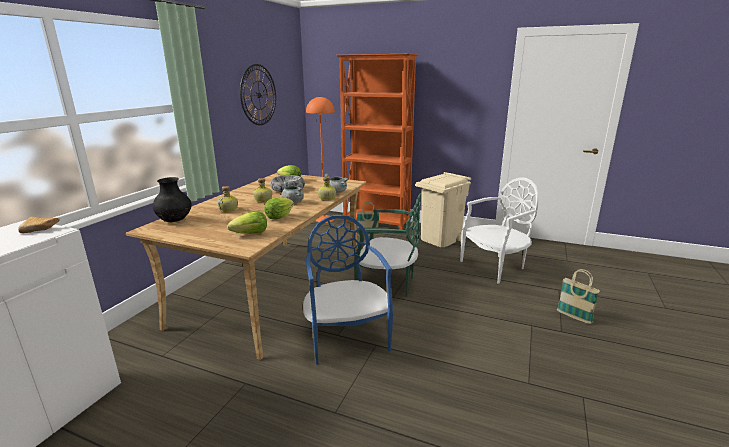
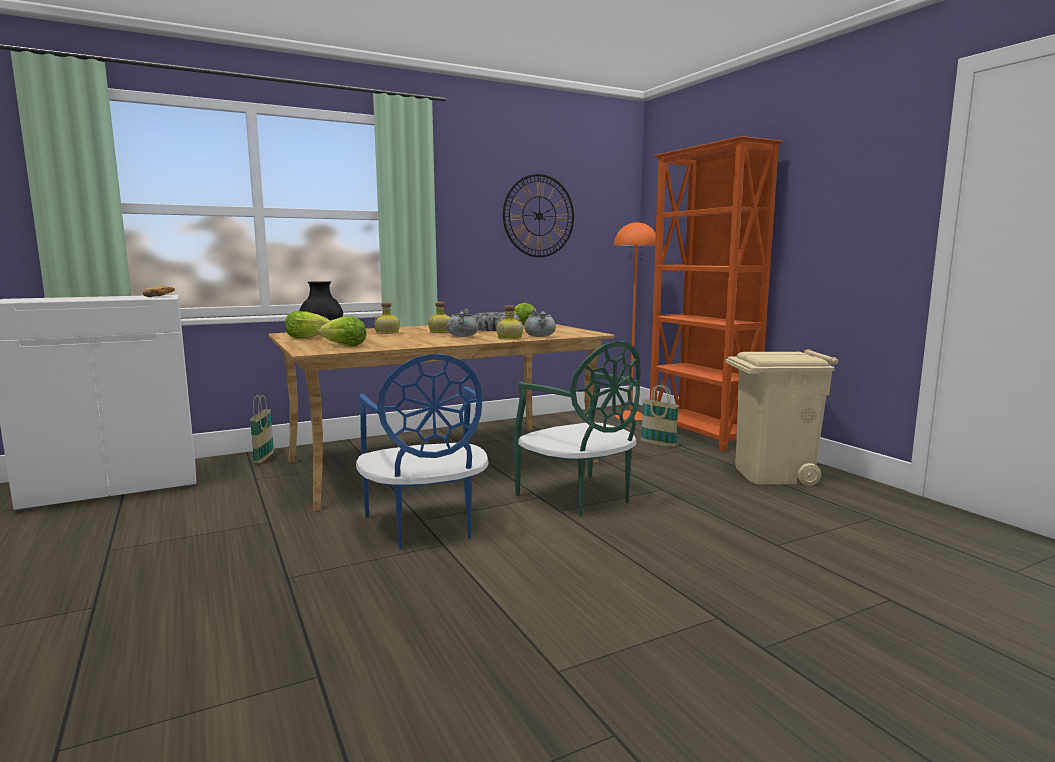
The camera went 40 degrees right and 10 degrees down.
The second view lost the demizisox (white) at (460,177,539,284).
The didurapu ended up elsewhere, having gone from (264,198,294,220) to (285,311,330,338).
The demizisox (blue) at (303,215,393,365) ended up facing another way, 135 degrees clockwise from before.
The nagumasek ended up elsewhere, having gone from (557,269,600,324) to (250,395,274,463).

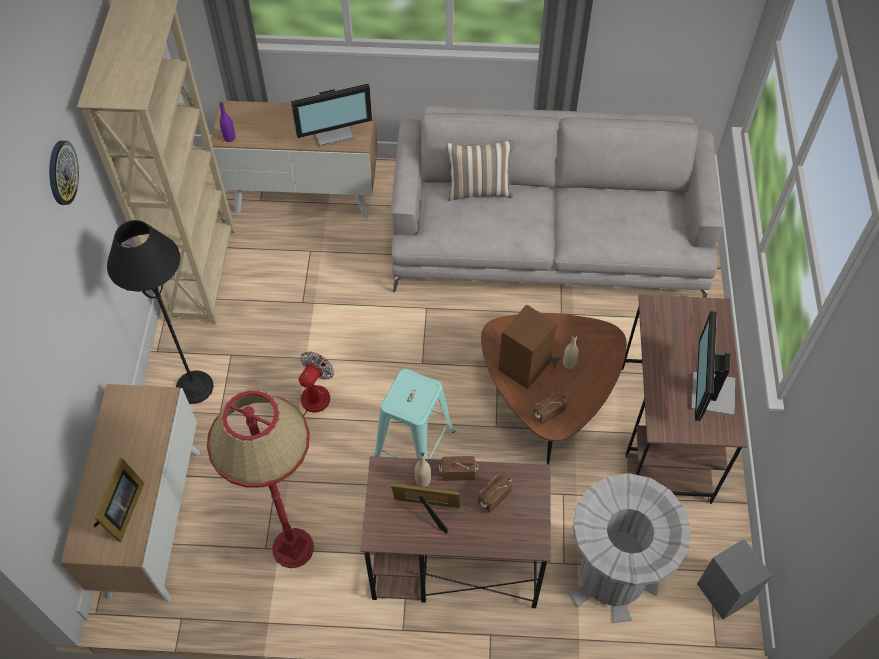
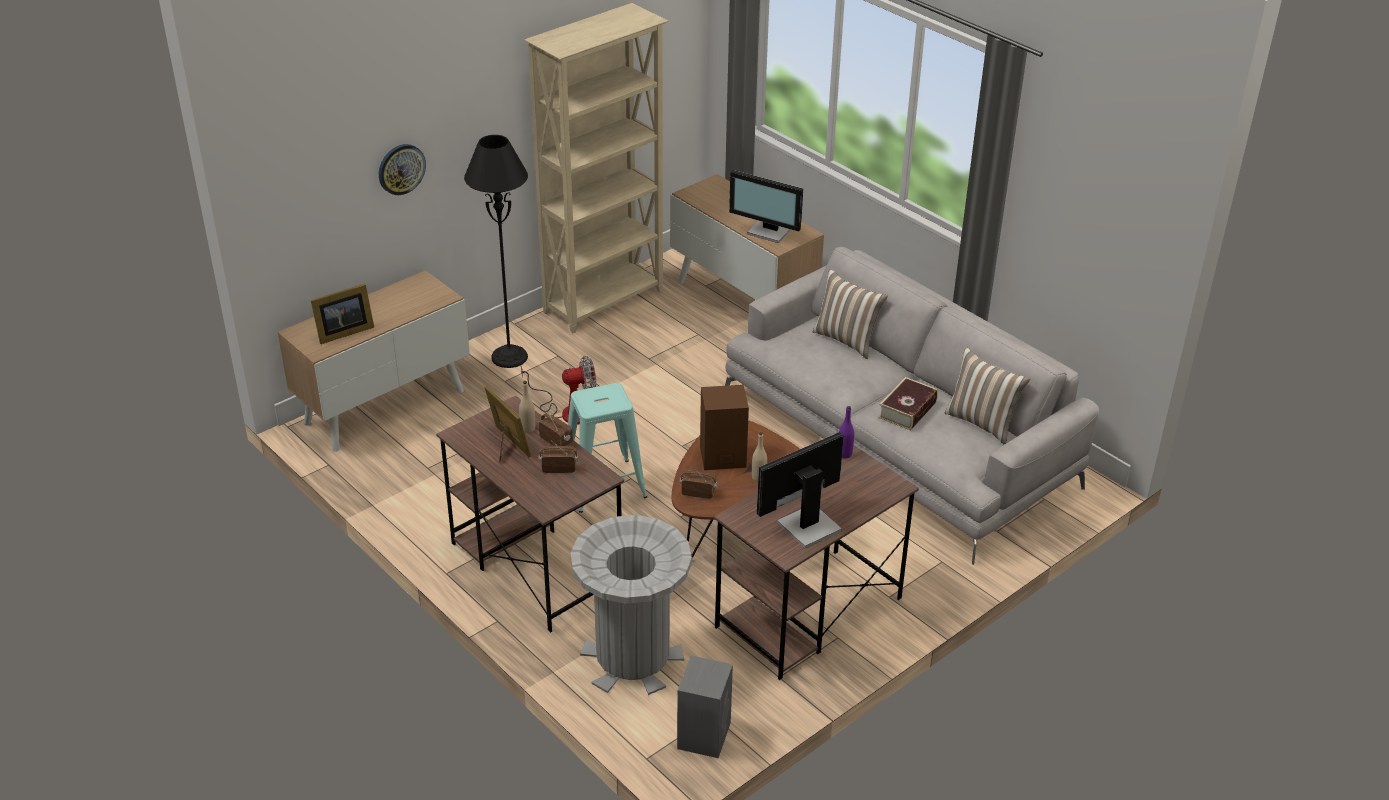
The camera went 45 degrees right and 20 degrees down.
The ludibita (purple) ended up elsewhere, having gone from (219,102,235,142) to (839,406,854,458).
The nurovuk ended up elsewhere, having gone from (49,141,79,205) to (379,144,426,195).
The second view lost the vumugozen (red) at (207,390,314,568).
The second view gained the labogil at (945,347,1030,445).
The second view gained the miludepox at (878,377,938,430).

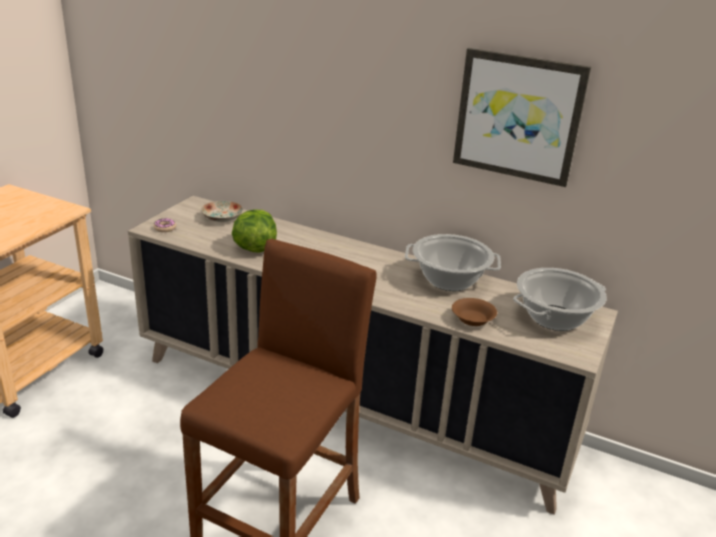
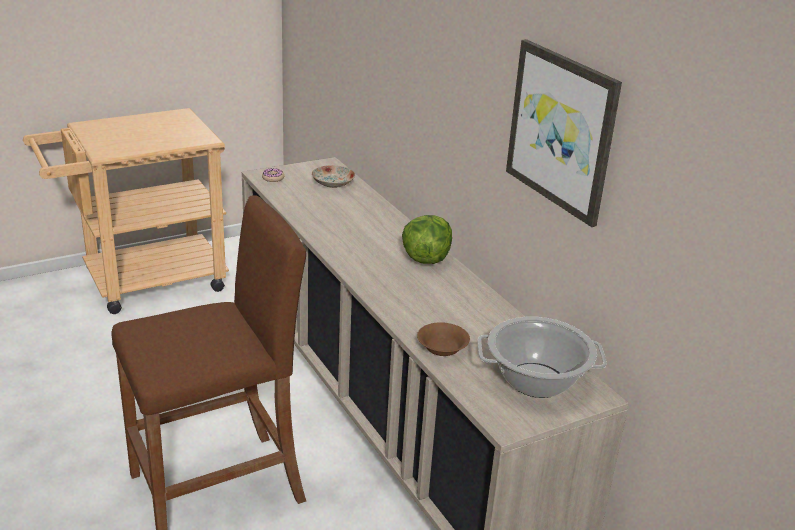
The camera went 35 degrees right and 0 degrees up.
The didurapu ended up elsewhere, having gone from (232,209,277,253) to (402,215,452,264).
The second view lost the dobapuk at (405,234,501,291).

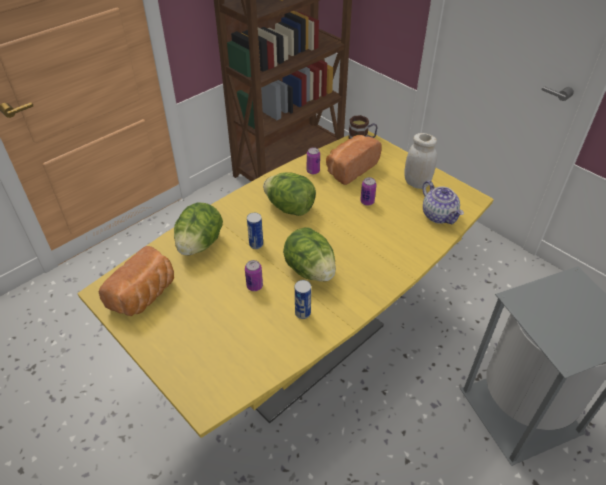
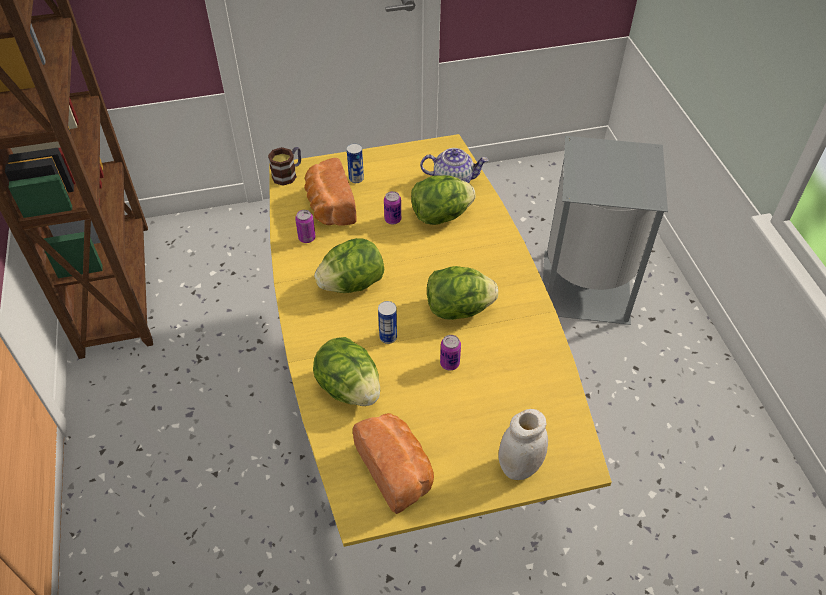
The camera went 60 degrees left and 5 degrees up.
The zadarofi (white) ended up elsewhere, having gone from (404,133,437,189) to (499,409,548,480).
The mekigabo ended up elsewhere, having gone from (295,280,311,319) to (347,143,364,183).
The second view gained the didurapu at (411,175,476,225).

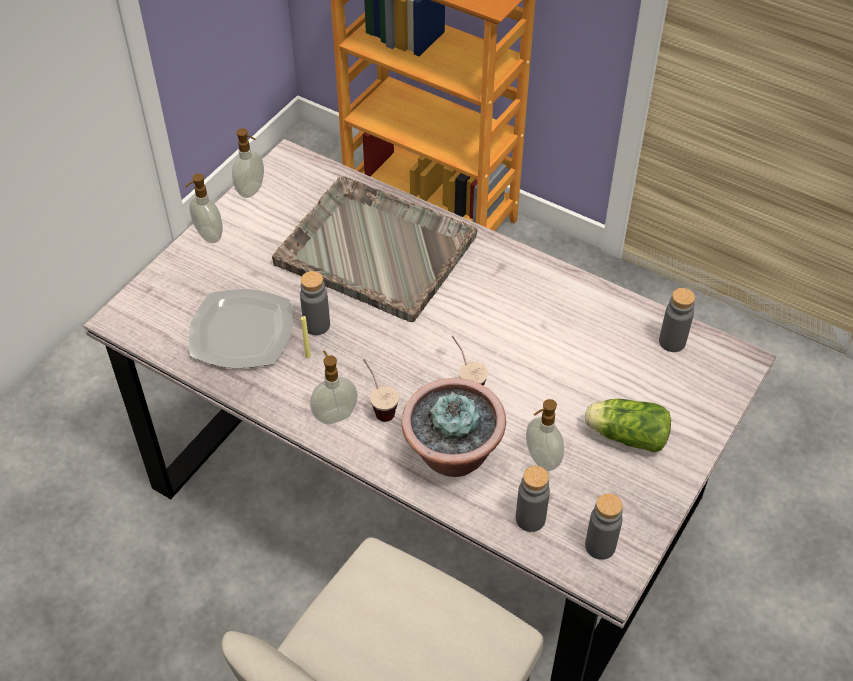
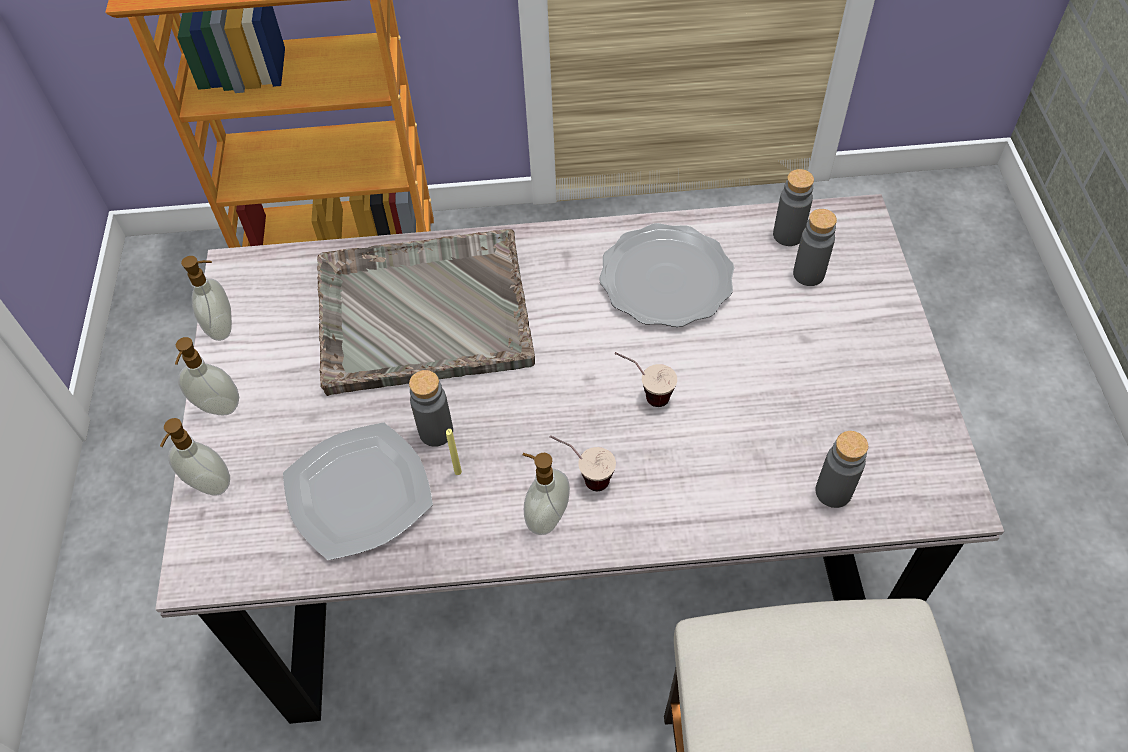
The camera went 35 degrees left and 5 degrees up.
The second view lost the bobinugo at (402,378,506,477).
The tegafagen ended up elsewhere, having gone from (526,399,564,471) to (160,418,230,496).
The second view lost the didurapu at (585,399,671,453).
The ludibita (grey) ended up elsewhere, having gone from (585,493,623,560) to (793,209,837,286).
The second view gained the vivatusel at (599,223,734,327).

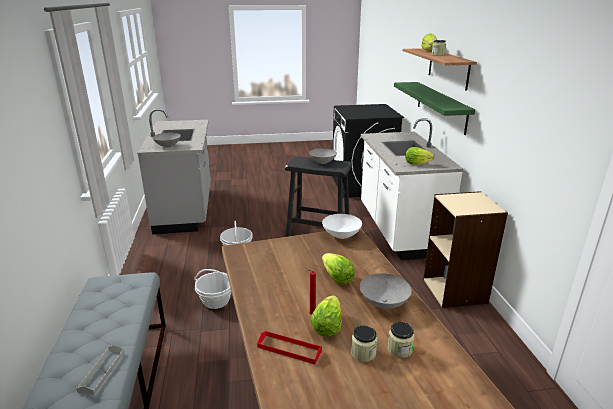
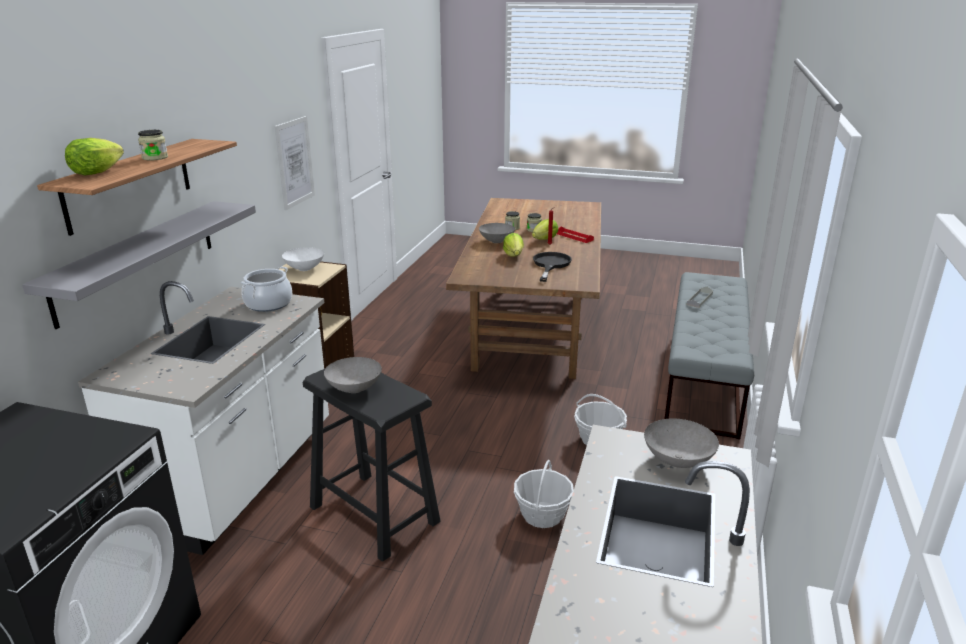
The camera went 155 degrees left and 0 degrees up.
What was the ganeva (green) at (394,82,475,135) turned into the ganeva (grey) at (22,201,256,329).
Where the didurapu stood at (405,147,434,165), the dobapuk came to stand at (241,267,292,312).
The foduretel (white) ended up elsewhere, having gone from (322,214,362,239) to (282,247,324,271).
The second view gained the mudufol at (274,116,315,210).
The second view gained the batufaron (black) at (533,252,572,282).

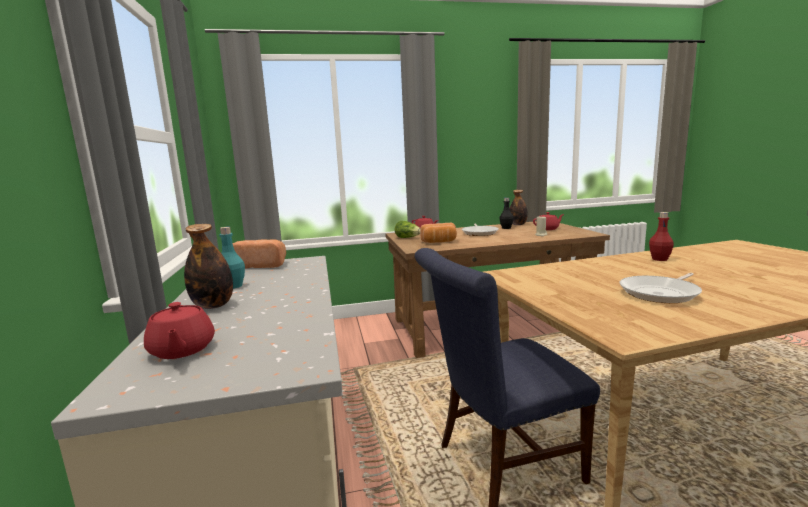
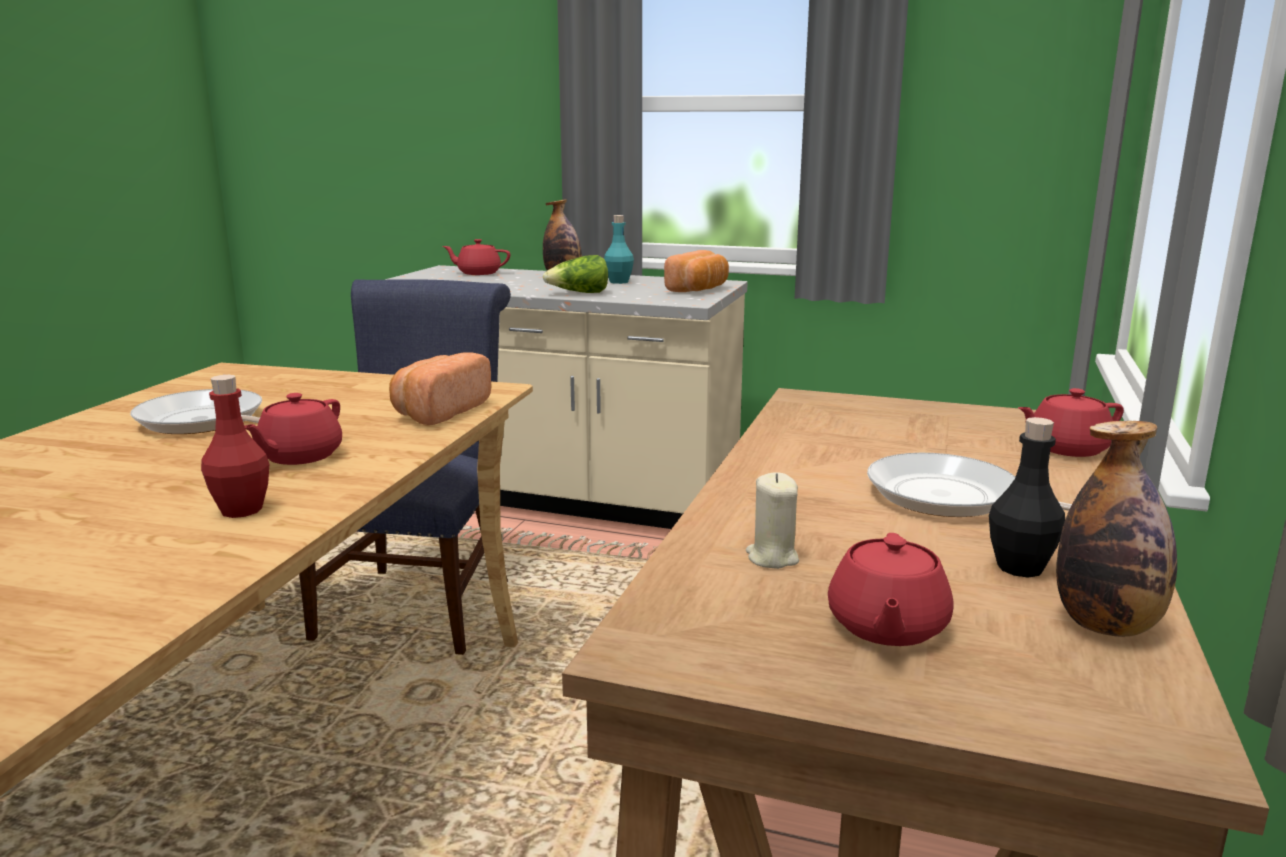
The camera went 120 degrees right and 5 degrees up.
The didurapu ended up elsewhere, having gone from (395,221,420,238) to (543,255,608,293).
The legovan ended up elsewhere, having gone from (420,223,457,243) to (389,352,491,425).
The batufaron at (620,273,702,303) ended up facing another way, 60 degrees counterclockwise from before.
The second view gained the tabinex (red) at (245,393,342,465).

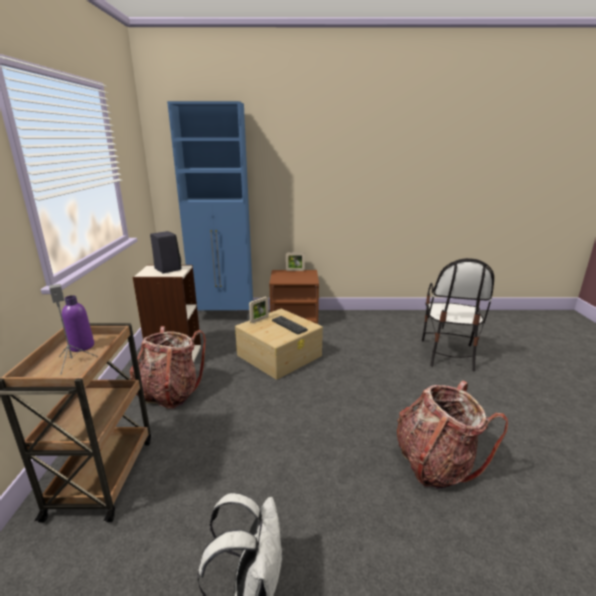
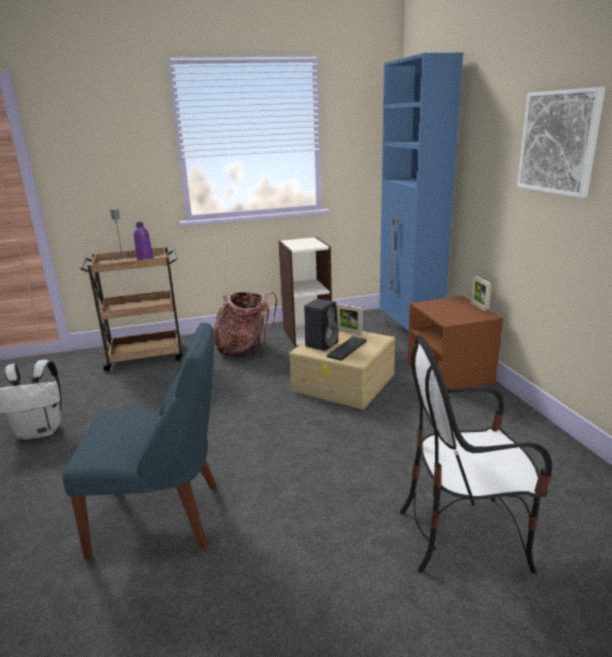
The camera went 75 degrees right and 0 degrees up.
The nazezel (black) ended up elsewhere, having gone from (150,231,181,273) to (304,299,339,351).
Where the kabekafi stood at (397,381,508,489), the demizisox (blue) came to stand at (62,322,217,559).
The second view gained the mudufol at (517,87,605,198).

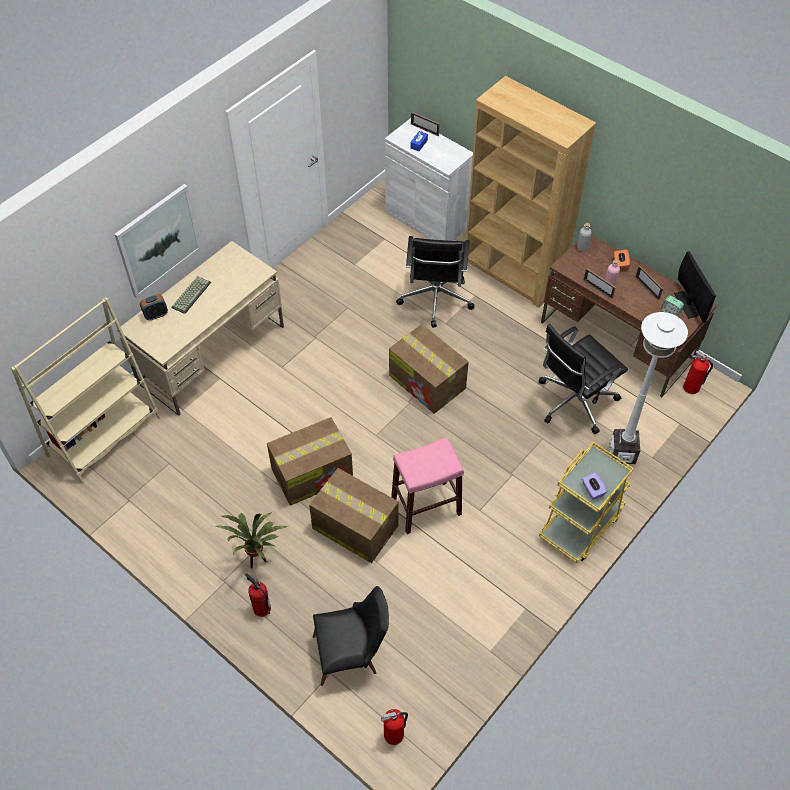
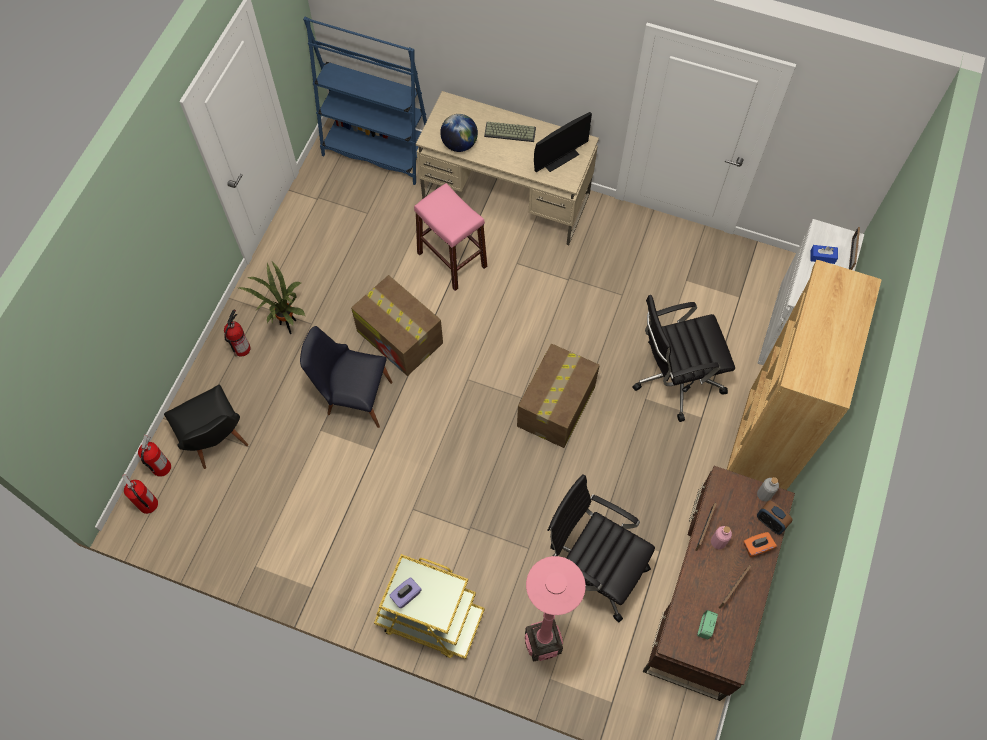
The camera went 70 degrees right and 10 degrees up.
The second view lost the mudufol at (114,184,201,298).
The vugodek ended up elsewhere, having gone from (674,251,716,323) to (534,112,592,172).
The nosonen ended up elsewhere, having gone from (140,294,168,321) to (757,501,793,535).
What was the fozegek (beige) at (11,298,161,483) turned into the fozegek (blue) at (303,17,427,185).
What was the vumugozen (white) at (609,312,688,464) turned into the vumugozen (pink) at (525,556,586,662).
The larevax ended up elsewhere, having gone from (683,351,713,394) to (138,435,171,477).
The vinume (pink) ended up elsewhere, having gone from (391,437,464,534) to (414,183,487,291).
Where the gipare stood at (309,468,399,563), the demizisox (black) came to stand at (300,326,393,428).
The second view gained the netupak at (440,114,478,152).

